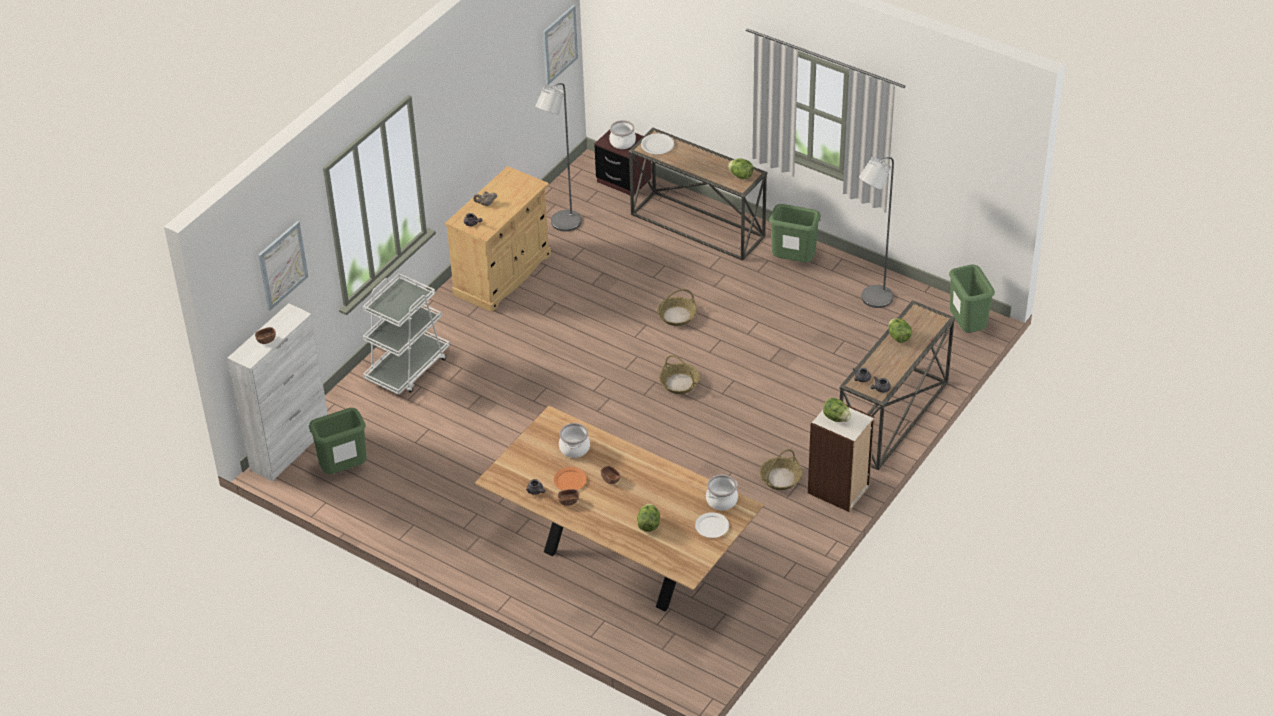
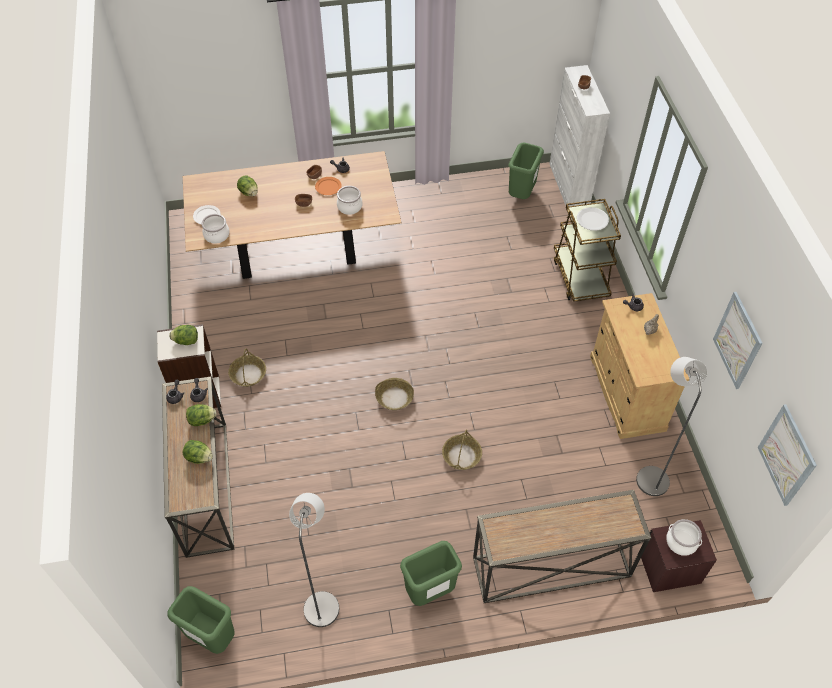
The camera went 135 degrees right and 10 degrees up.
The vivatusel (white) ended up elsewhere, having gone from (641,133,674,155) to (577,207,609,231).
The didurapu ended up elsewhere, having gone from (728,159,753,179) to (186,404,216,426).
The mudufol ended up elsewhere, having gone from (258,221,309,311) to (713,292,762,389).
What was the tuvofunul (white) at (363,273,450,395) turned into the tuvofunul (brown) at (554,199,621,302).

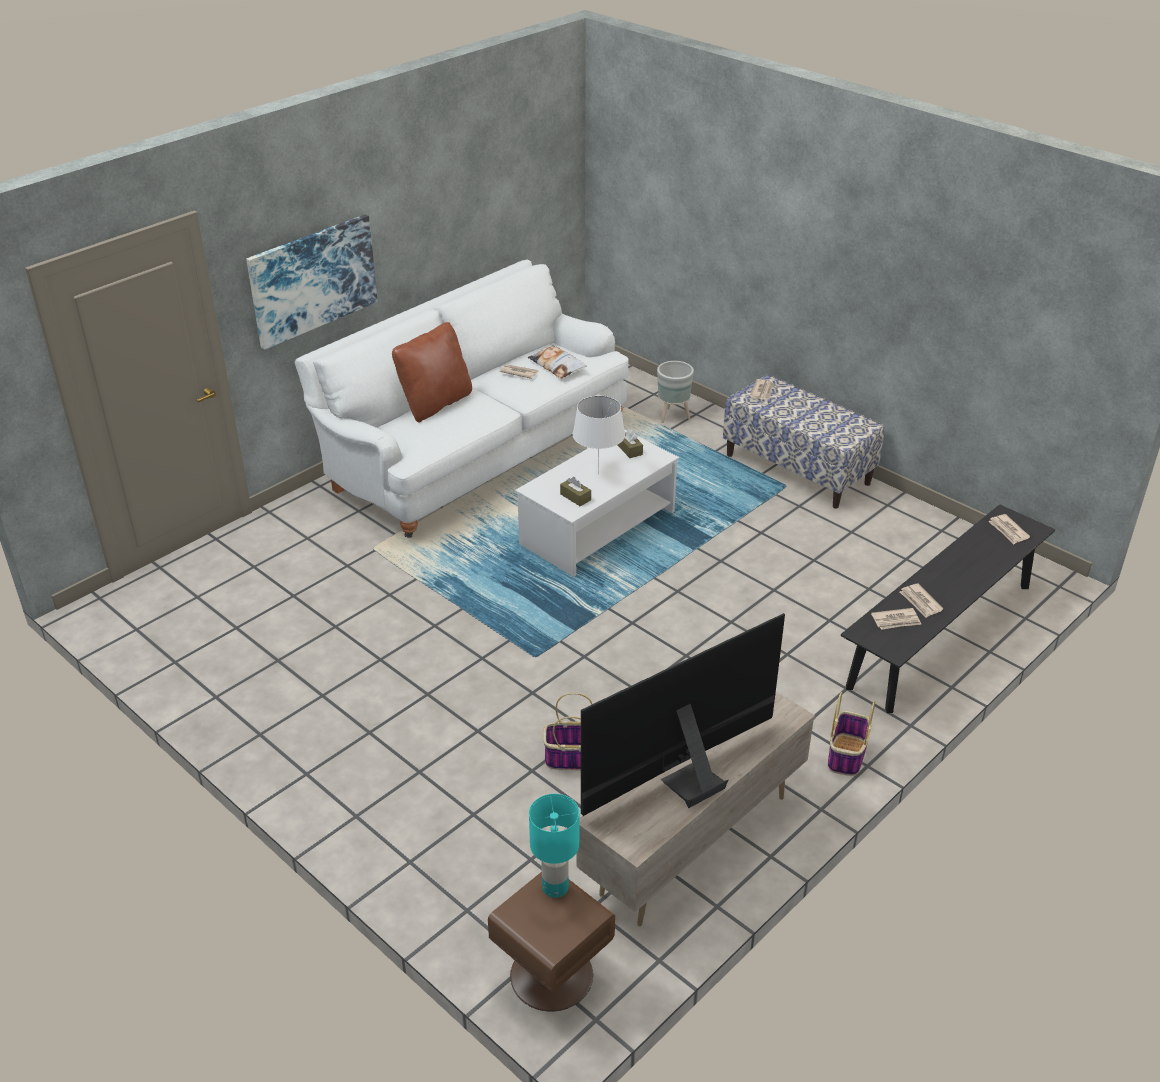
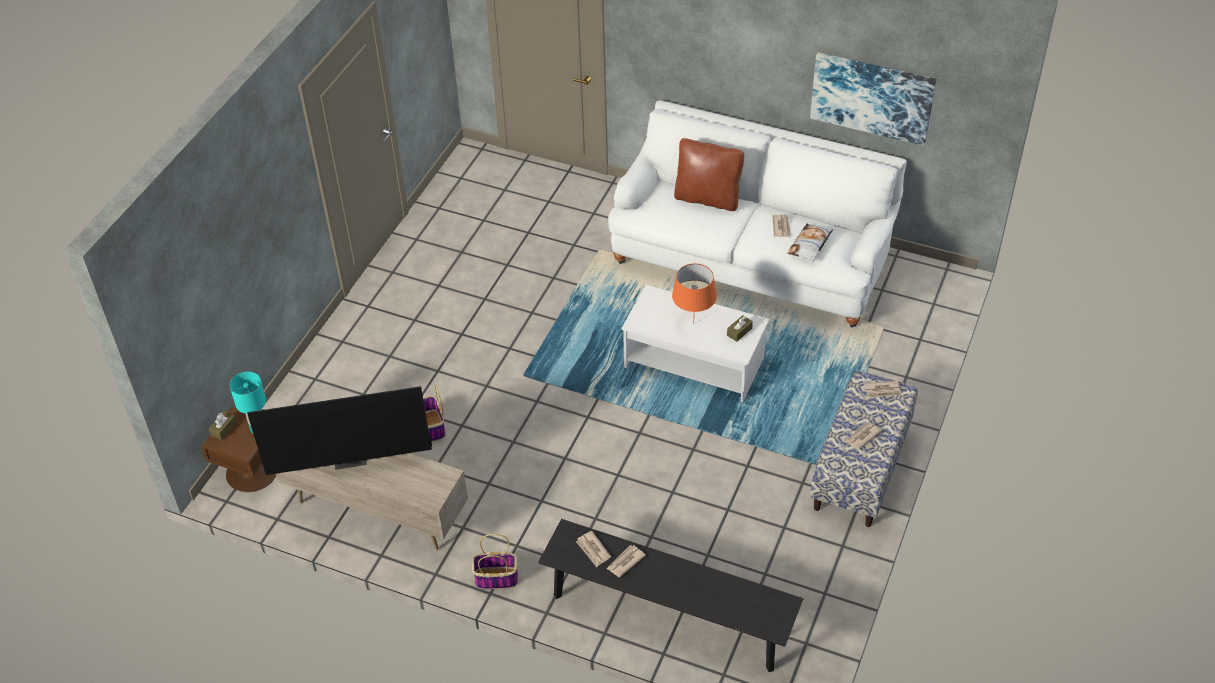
The camera went 70 degrees right and 10 degrees up.
The mudufol ended up elsewhere, having gone from (246,214,378,350) to (810,52,936,146).
The second view lost the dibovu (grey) at (657,361,694,423).
What was the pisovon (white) at (572,396,625,474) turned into the pisovon (orange) at (672,263,717,324).
The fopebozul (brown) ended up elsewhere, having gone from (560,477,591,506) to (209,411,237,440).
The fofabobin ended up elsewhere, having gone from (988,514,1030,544) to (845,422,882,450).
The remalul at (581,613,785,816) ended up facing another way, 135 degrees clockwise from before.

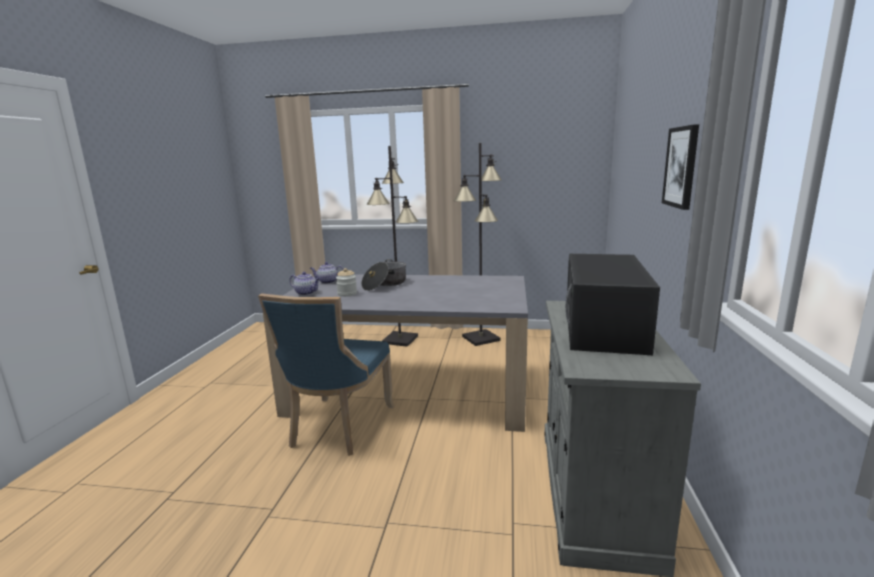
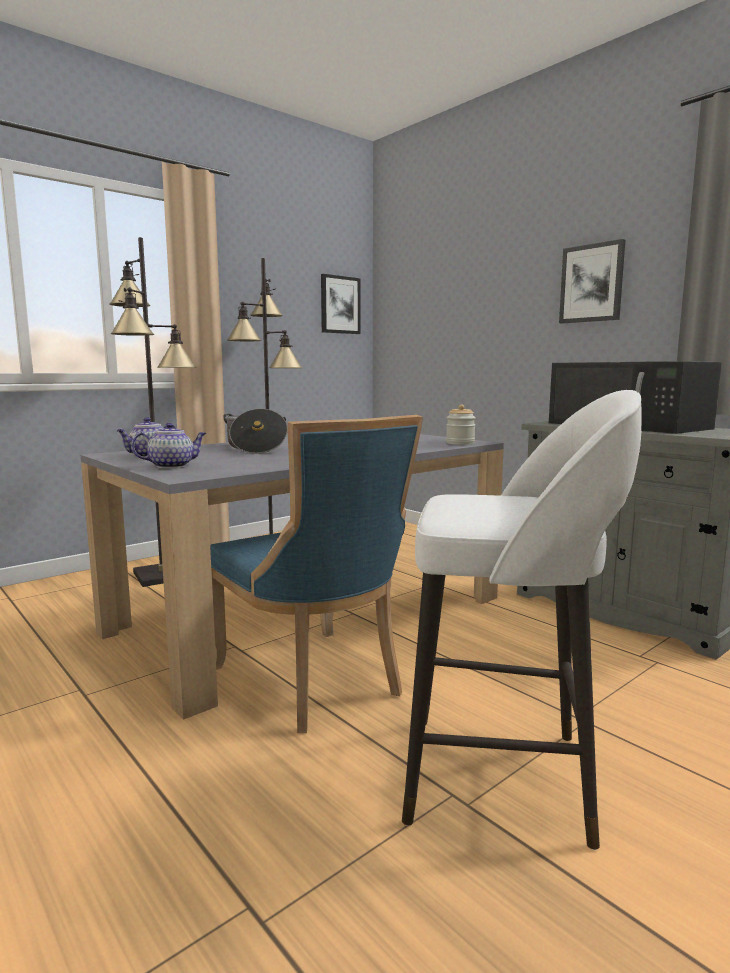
The camera went 50 degrees left and 5 degrees down.
The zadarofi ended up elsewhere, having gone from (336,268,357,297) to (446,404,476,445).
The second view gained the mudufol at (321,274,361,334).
The second view gained the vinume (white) at (402,390,642,850).

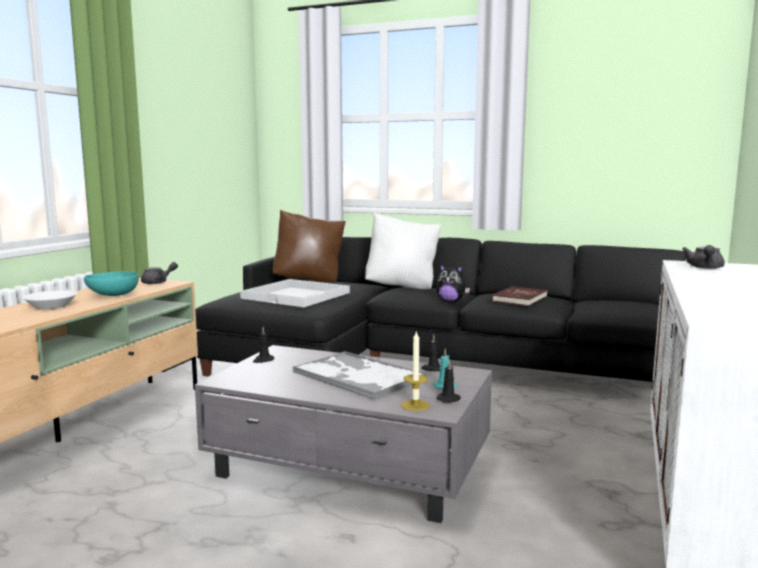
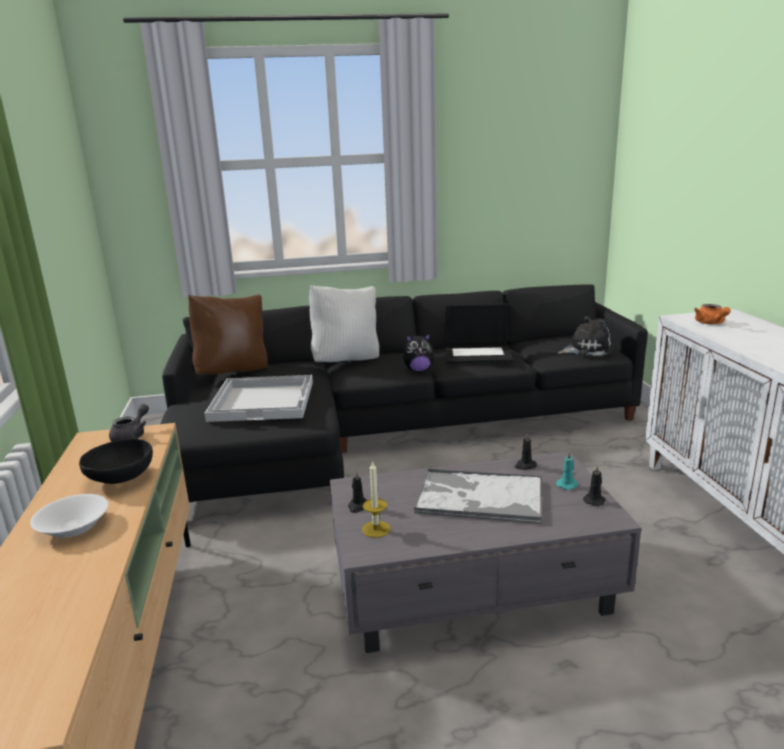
The camera went 30 degrees left and 10 degrees up.
What was the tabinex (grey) at (682,245,725,269) turned into the tabinex (orange) at (694,304,731,324).
What was the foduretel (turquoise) at (84,272,139,296) turned into the foduretel (black) at (79,439,153,484).
Where the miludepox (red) stood at (492,286,548,306), the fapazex came to stand at (445,304,513,364).
The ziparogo ended up elsewhere, having gone from (401,330,430,411) to (362,461,391,538).
The second view gained the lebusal at (558,316,613,356).

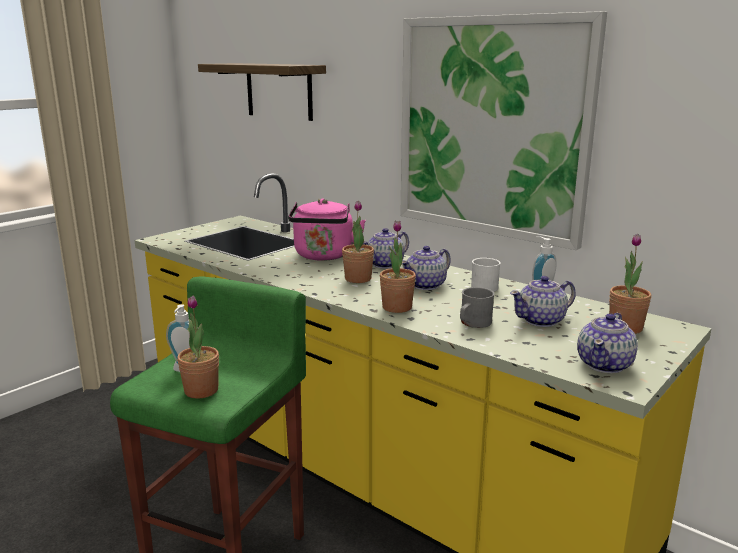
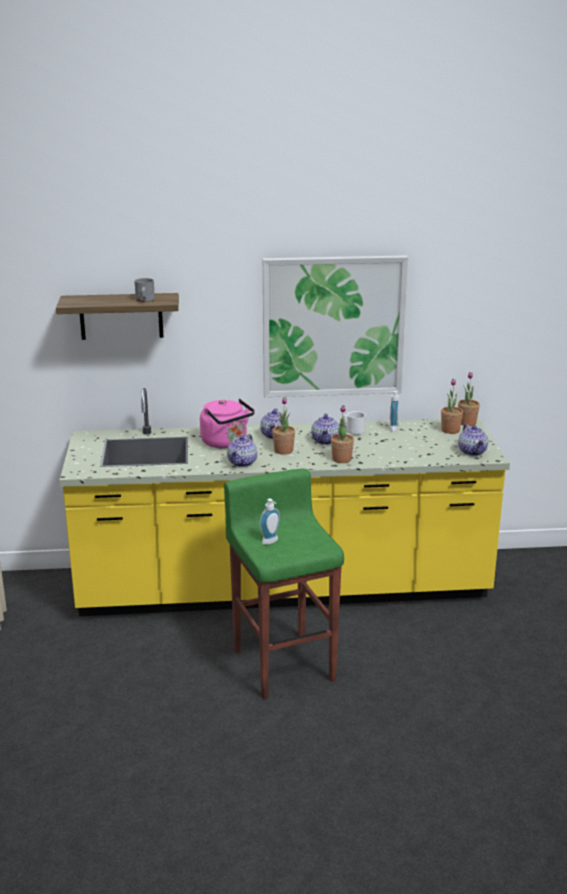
The camera went 45 degrees left and 5 degrees up.
The tabinex ended up elsewhere, having gone from (510,276,576,327) to (227,434,257,467).
The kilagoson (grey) ended up elsewhere, having gone from (460,287,495,328) to (134,278,155,302).
The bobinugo ended up elsewhere, having gone from (177,296,219,399) to (458,372,480,426).

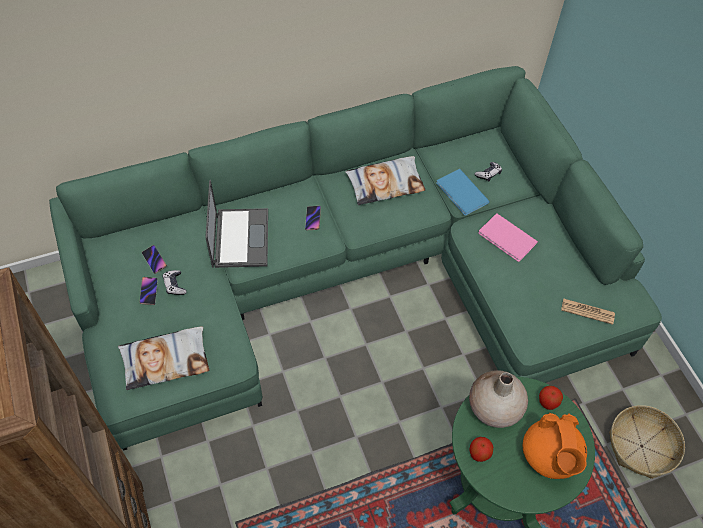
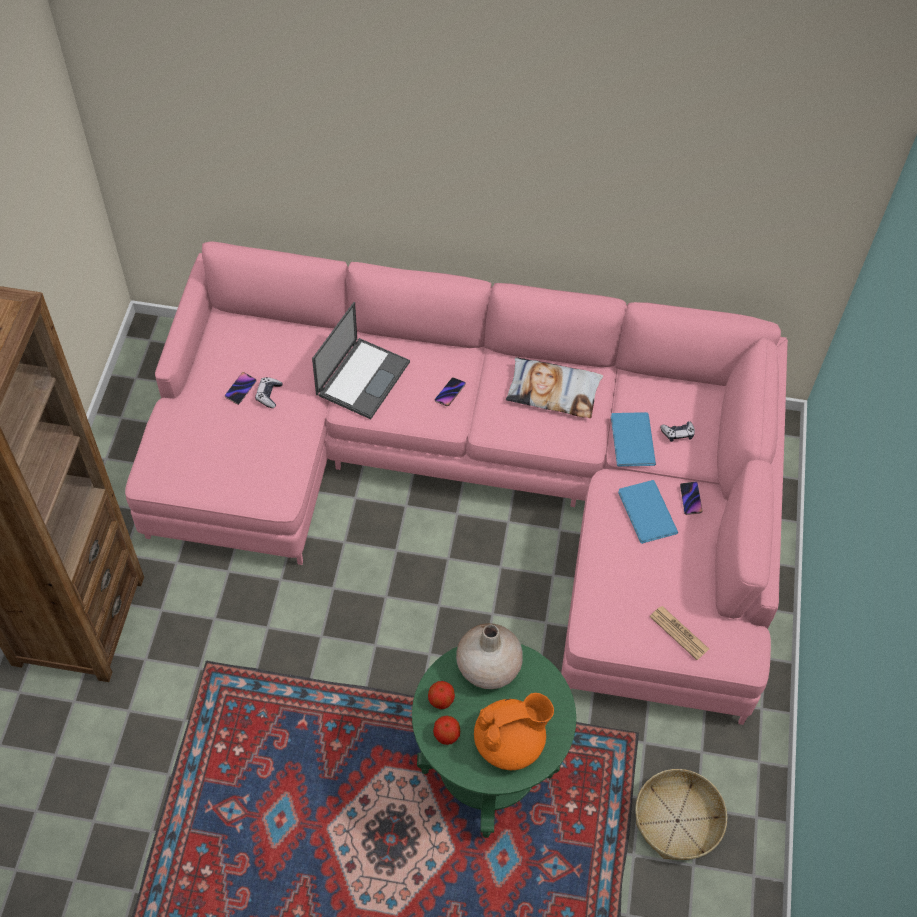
The camera went 30 degrees right and 0 degrees up.
What was the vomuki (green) at (49,66,662,451) turned into the vomuki (pink) at (125,241,788,725).
What was the miludepox (pink) at (478,213,538,262) turned into the miludepox (blue) at (618,480,678,544).
The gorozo ended up elsewhere, having gone from (142,245,167,274) to (680,481,703,515).
The second view lost the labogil at (118,326,210,390).
The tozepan ended up elsewhere, having gone from (539,386,563,410) to (433,716,460,745).
The tabinex (orange) at (523,413,587,479) ended up facing another way, 135 degrees counterclockwise from before.

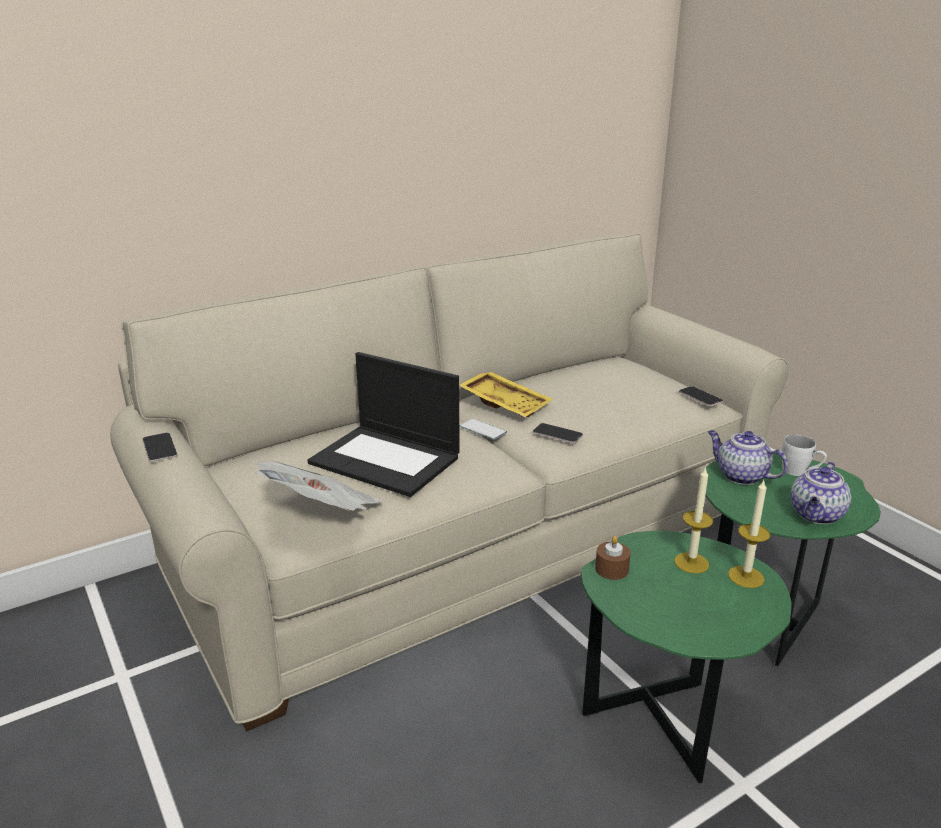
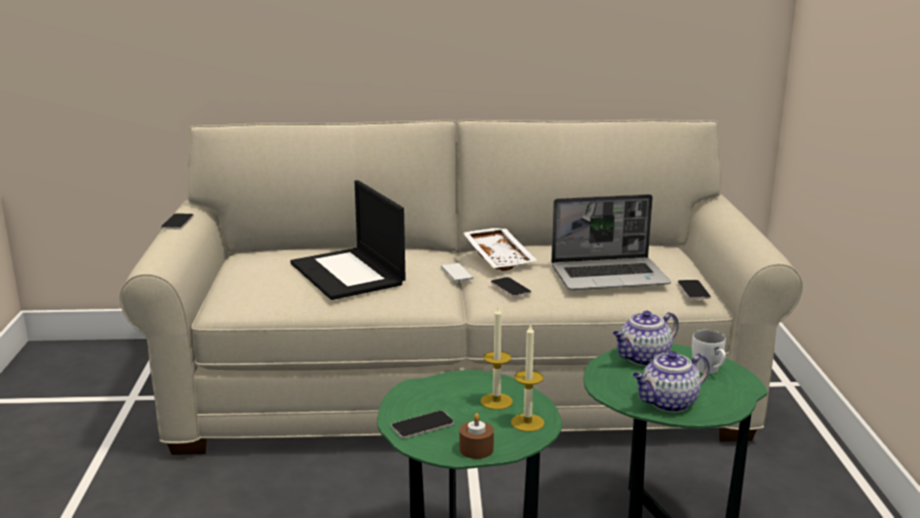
The camera went 30 degrees right and 5 degrees down.
What was the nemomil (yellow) at (459,372,553,417) turned into the nemomil (white) at (463,228,537,271).
The tabinex at (708,430,788,485) ended up facing another way, 105 degrees counterclockwise from before.
The second view lost the fofabobin at (255,460,383,511).
The ziparogo (brown) ended up elsewhere, having gone from (595,536,631,580) to (460,413,494,459).
The second view gained the fapazex at (551,194,671,290).
The second view gained the gorozo at (391,411,454,438).

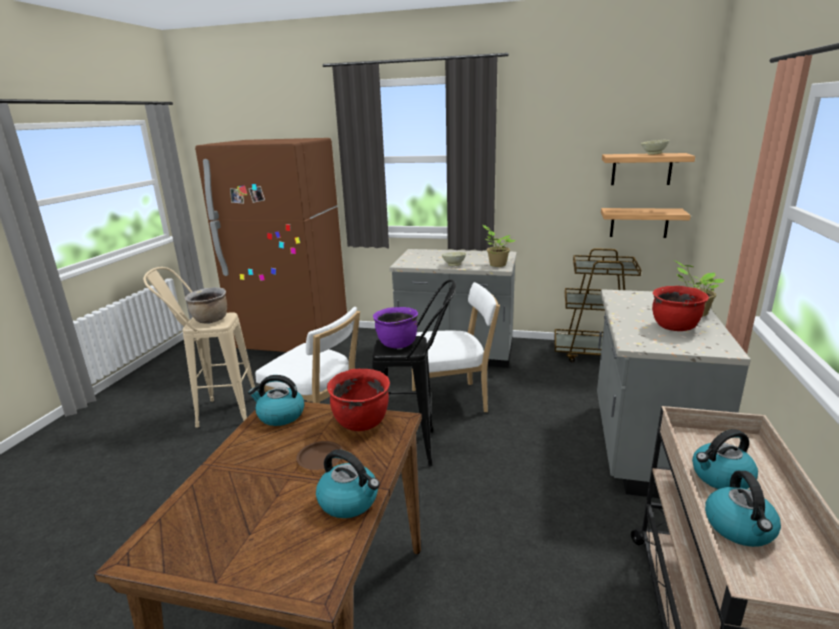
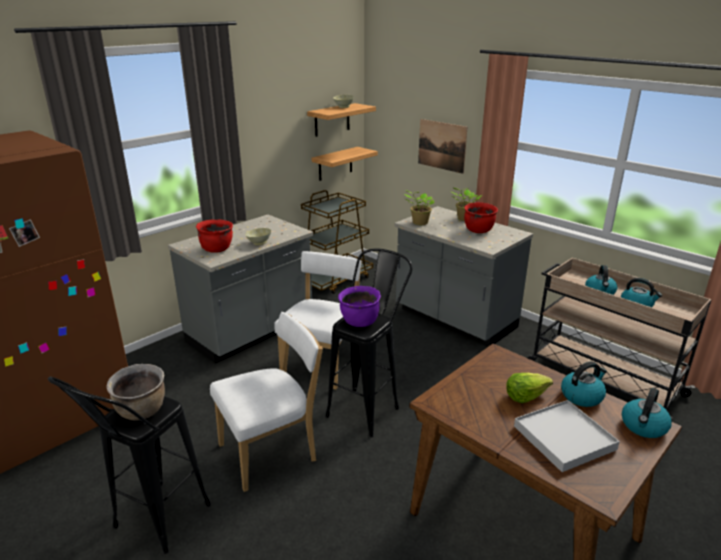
The camera went 60 degrees left and 5 degrees up.
The bobinugo ended up elsewhere, having gone from (483,225,516,267) to (404,190,435,225).
What was the vinume (beige) at (143,267,255,428) turned into the vinume (black) at (48,377,211,554).
The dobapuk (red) ended up elsewhere, having gone from (327,369,390,431) to (196,220,233,253).
The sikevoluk ended up elsewhere, having gone from (248,375,304,426) to (622,388,672,438).
Where the vivatusel (brown) stood at (296,441,343,470), the didurapu came to stand at (506,373,553,403).
The second view gained the mudufol at (418,119,468,174).
The second view gained the nemomil (white) at (514,400,620,472).

